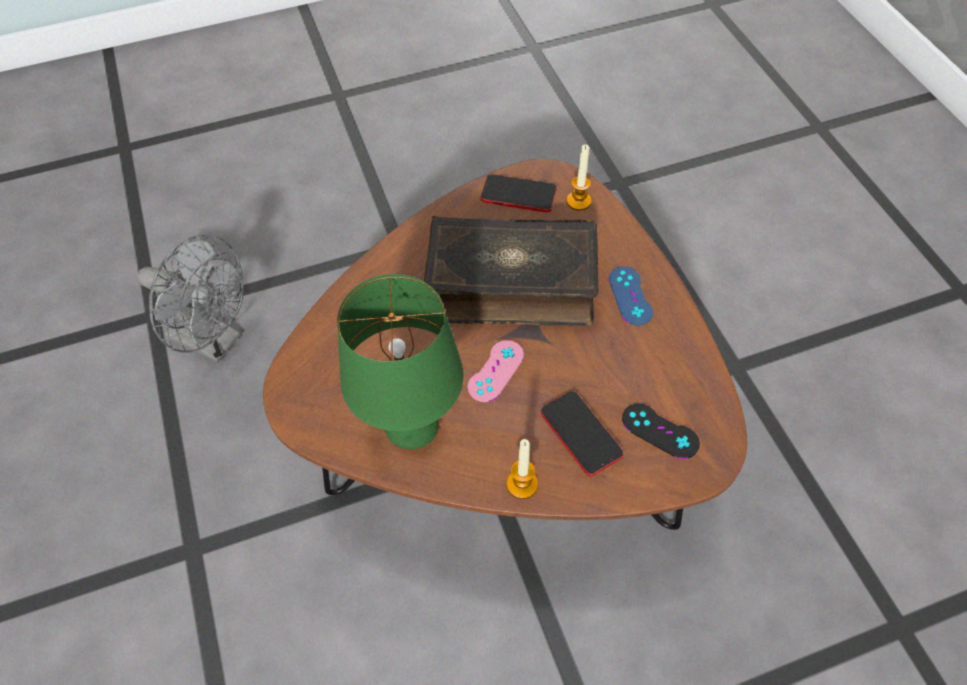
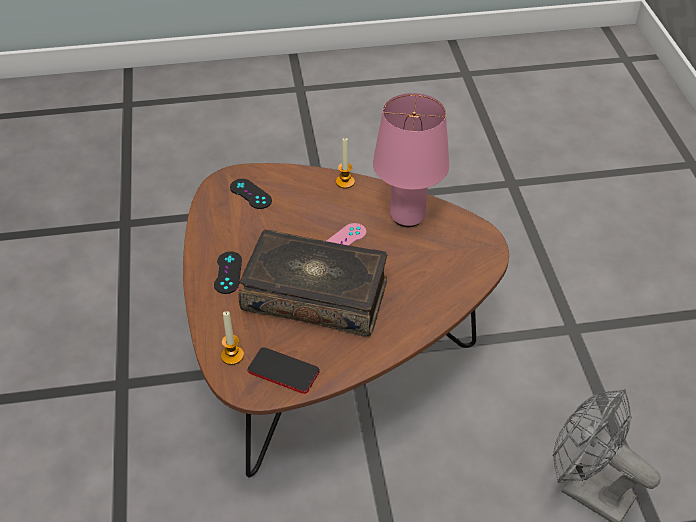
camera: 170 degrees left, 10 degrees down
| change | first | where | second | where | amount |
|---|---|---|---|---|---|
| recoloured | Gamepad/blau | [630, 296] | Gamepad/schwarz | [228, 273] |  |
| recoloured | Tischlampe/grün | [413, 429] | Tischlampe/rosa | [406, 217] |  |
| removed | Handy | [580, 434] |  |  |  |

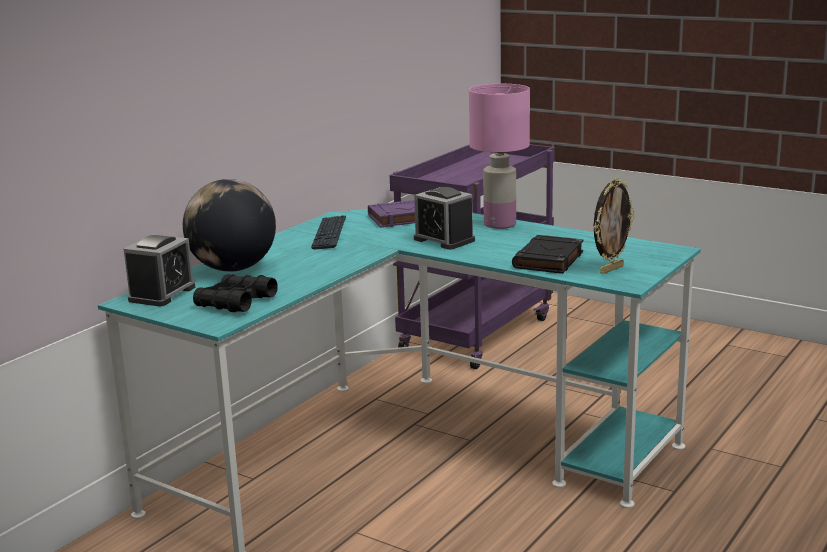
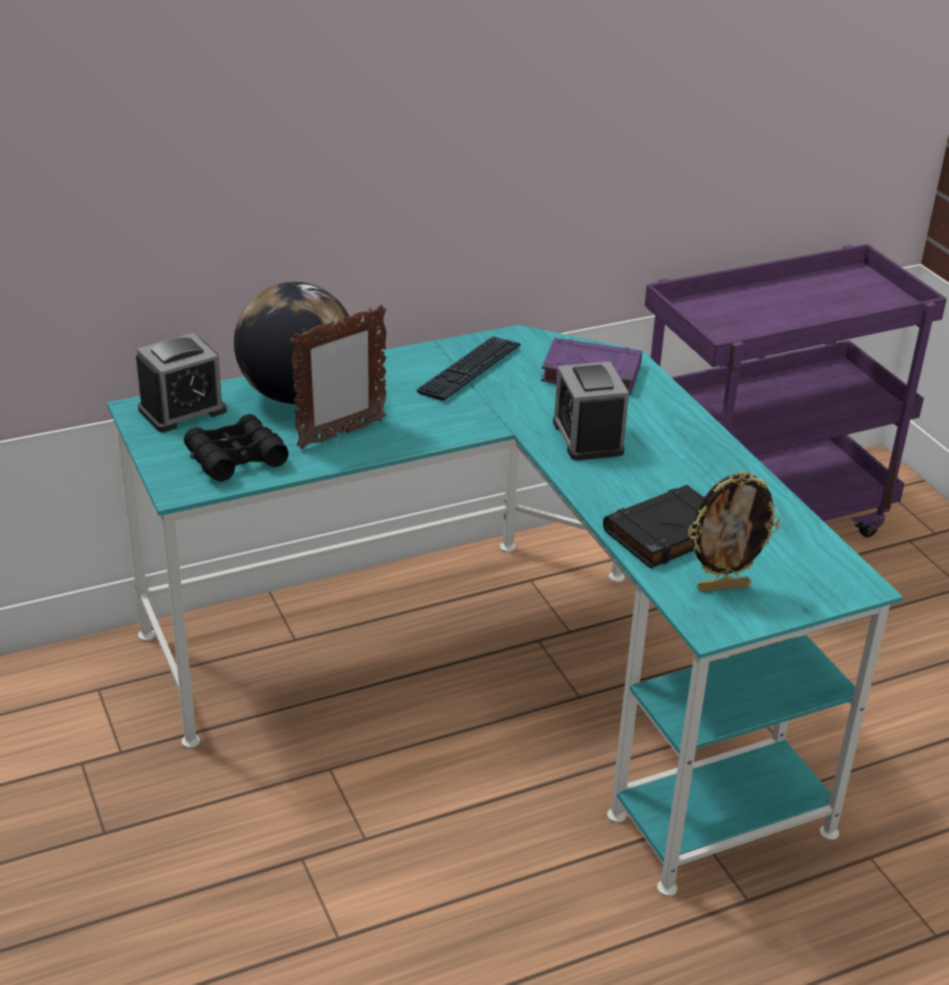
camera: 30 degrees right, 15 degrees up
| change | first | where | second | where | amount |
|---|---|---|---|---|---|
| removed | Tischlampe/rosa | [500, 225] |  |  |  |
| added |  |  | Bilderrahmen | [340, 434] |  |

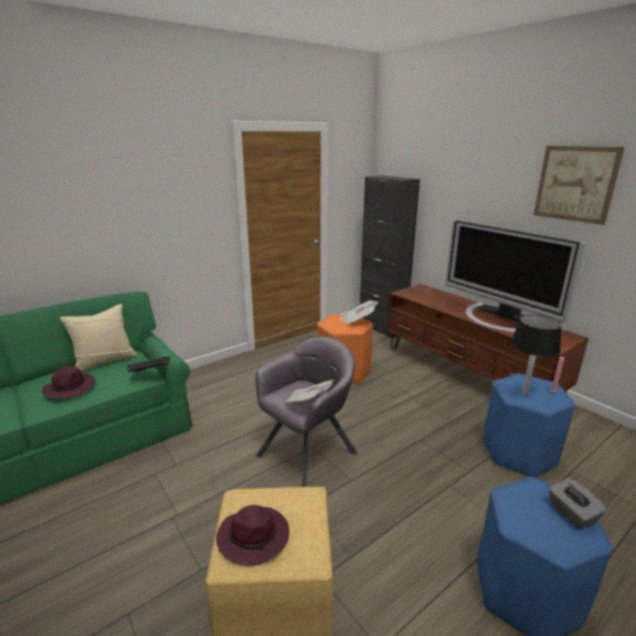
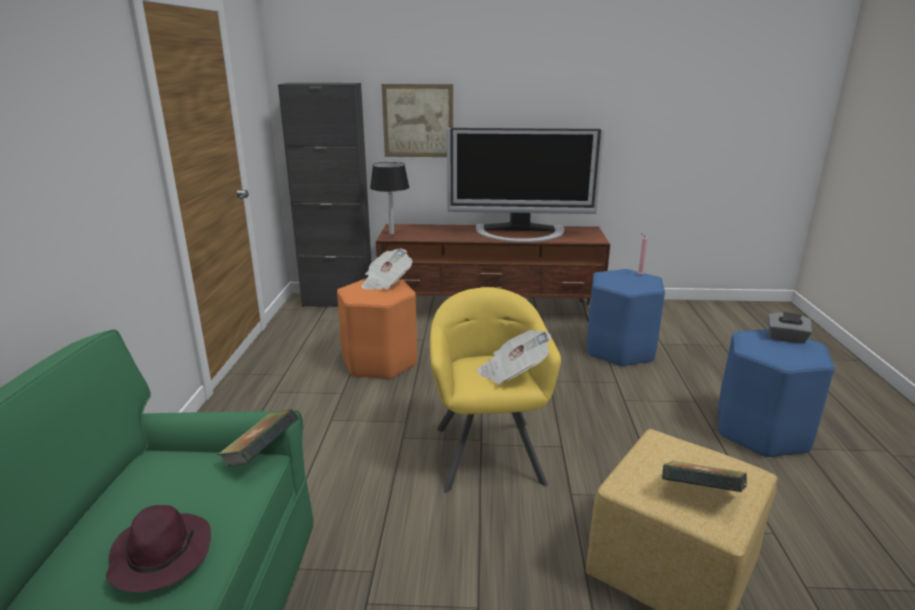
camera: 50 degrees left, 0 degrees up
| change | first | where | second | where | amount |
|---|---|---|---|---|---|
| moved | Bild | [575, 184] |  | [418, 121] |  |
| removed | Kissen/beige | [105, 361] |  |  |  |
| moved | Tischlampe/schwarz | [524, 394] |  | [391, 234] |  |
| recoloured | Sessel/grau | [308, 454] | Sessel/gelb | [489, 453] |  |
| replaced | Hut/lila | [254, 537] | Buch | [700, 495] |  |

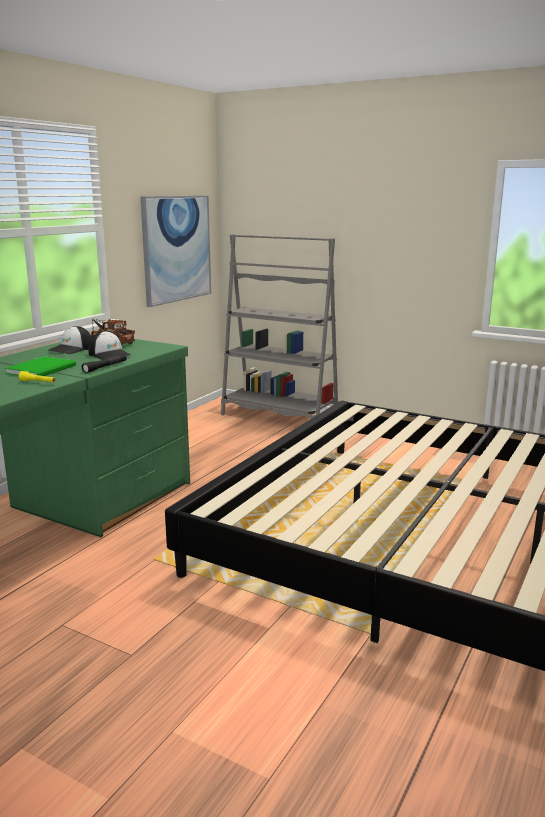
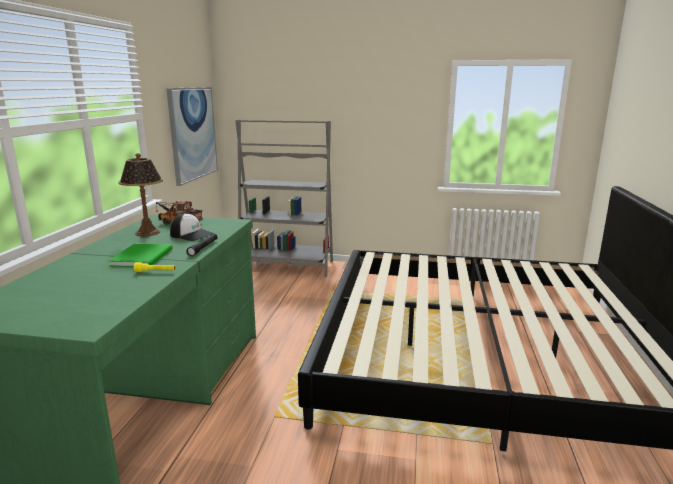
camera: 20 degrees left, 0 degrees up
| change | first | where | second | where | amount |
|---|---|---|---|---|---|
| replaced | Kappe | [72, 349] | Tischlampe | [147, 233] |  |

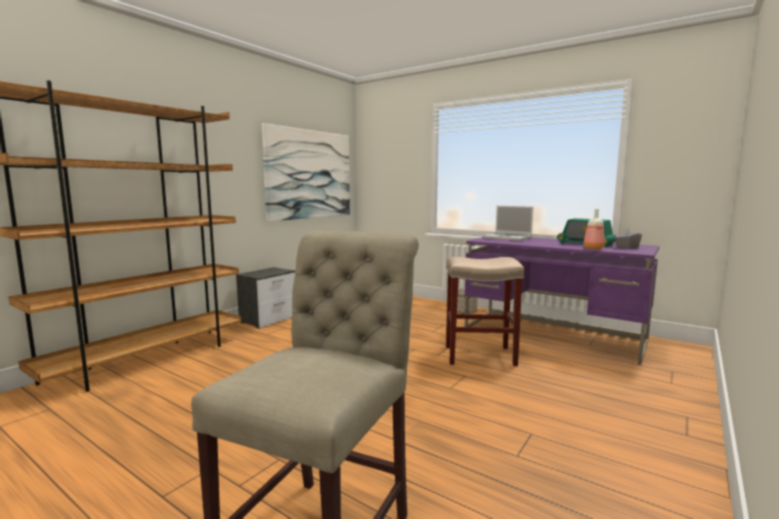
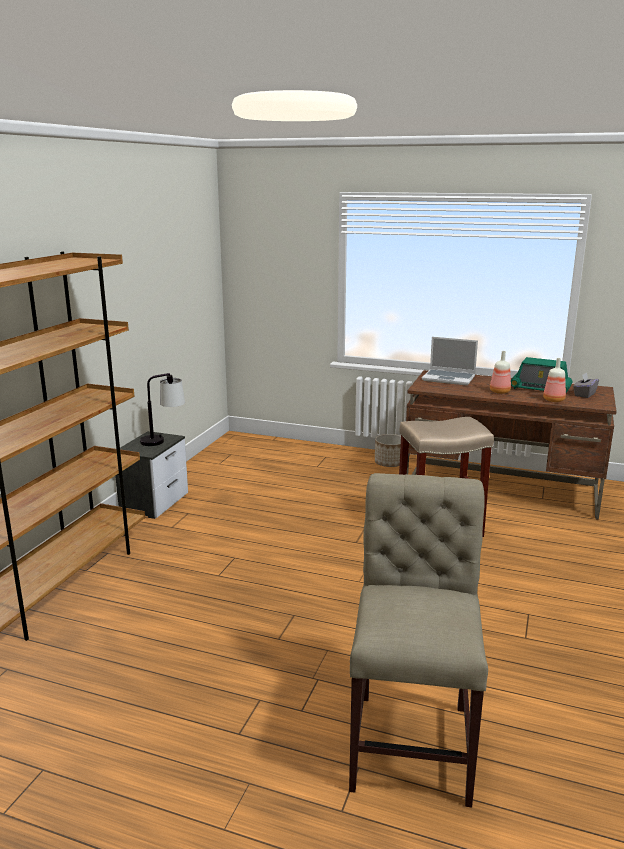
camera: 15 degrees left, 10 degrees up
| change | first | where | second | where | amount |
|---|---|---|---|---|---|
| removed | Bild | [309, 174] |  |  |  |
| recoloured | Schreibtisch/lila | [553, 335] | Schreibtisch/braun | [502, 489] |  |
| added |  |  | Flasche | [500, 392] |  |
| added |  |  | Tischlampe | [163, 440] |  |

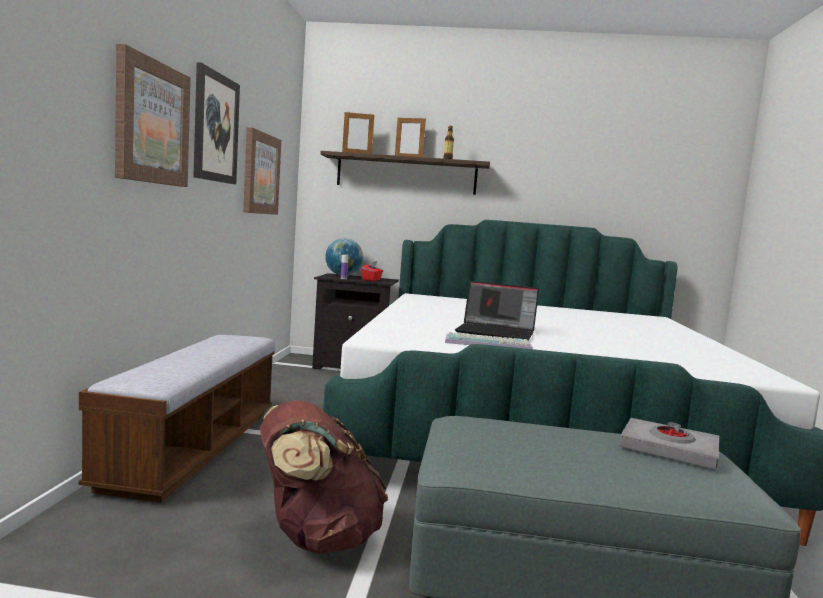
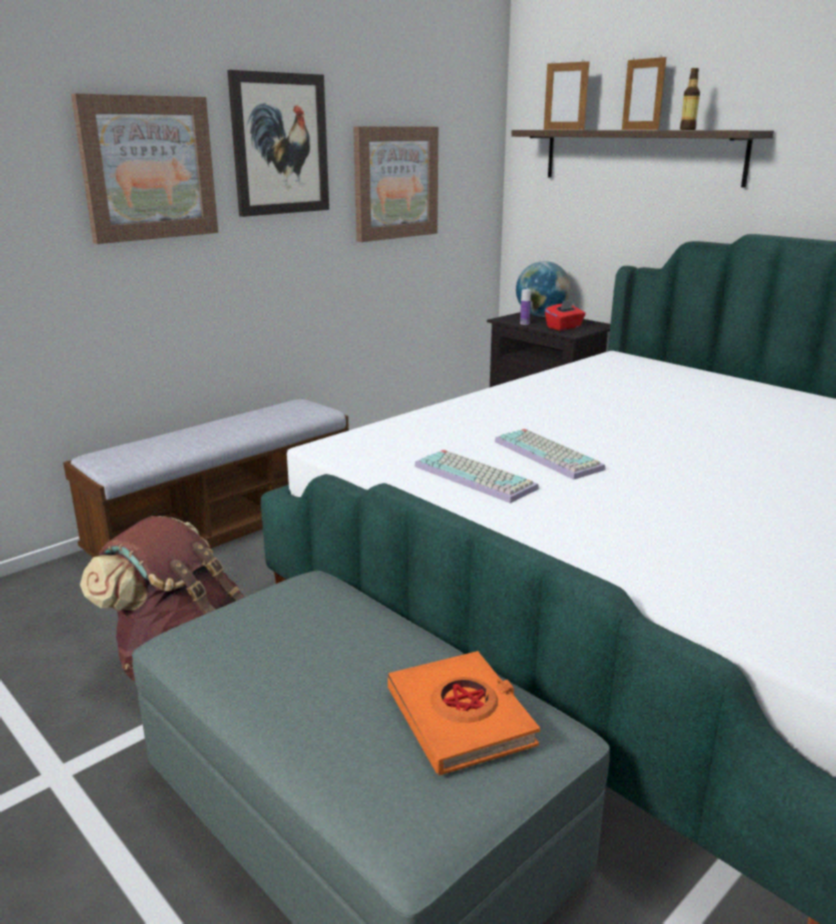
camera: 40 degrees right, 15 degrees up
| change | first | where | second | where | amount |
|---|---|---|---|---|---|
| replaced | Laptop | [496, 332] | Tastatur | [550, 455] |  |
| recoloured | Buch/grau | [669, 449] | Buch/orange | [461, 718] |  |

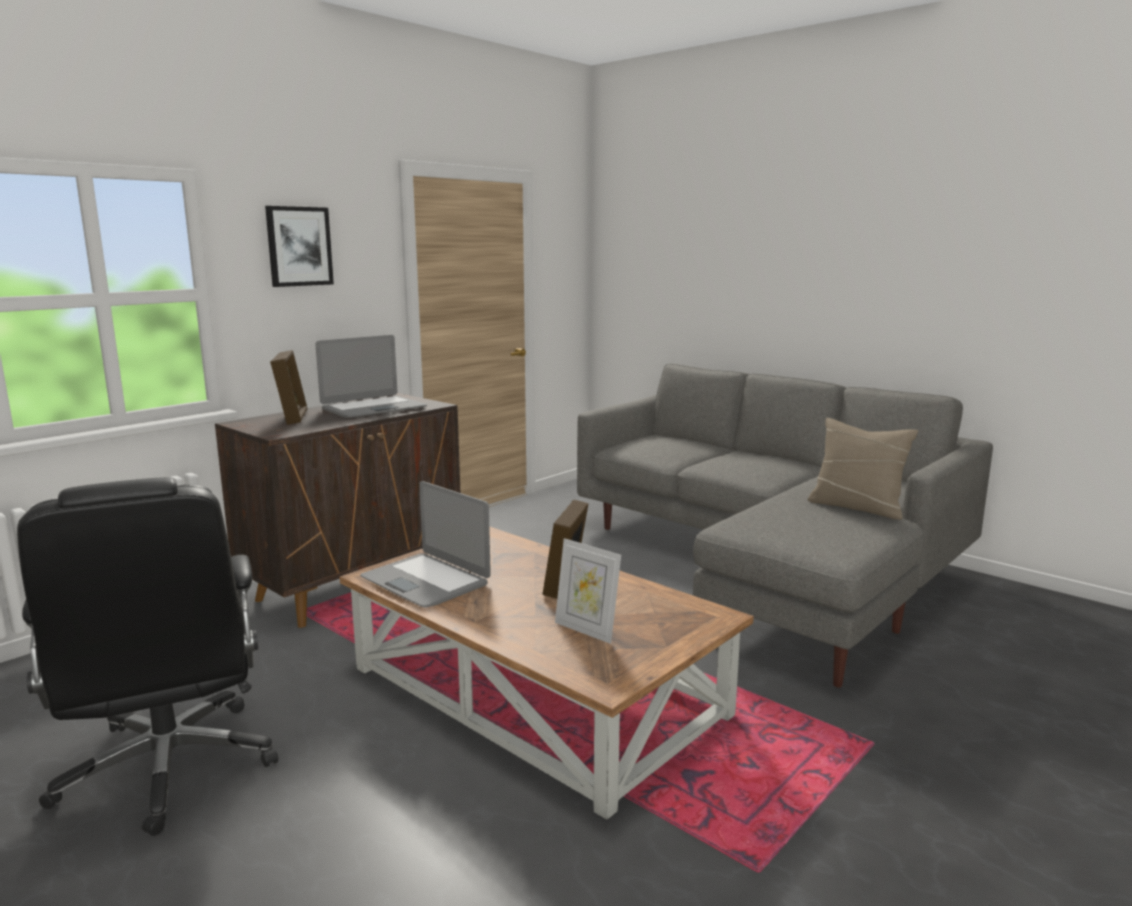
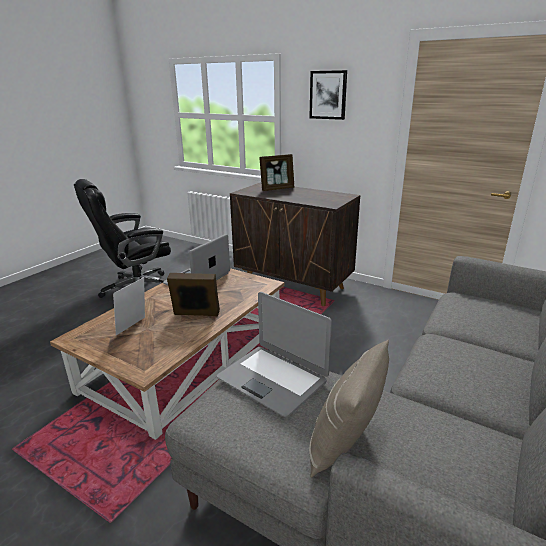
camera: 80 degrees right, 10 degrees up
| change | first | where | second | where | amount |
|---|---|---|---|---|---|
| moved | Laptop | [373, 408] |  | [273, 379] |  |

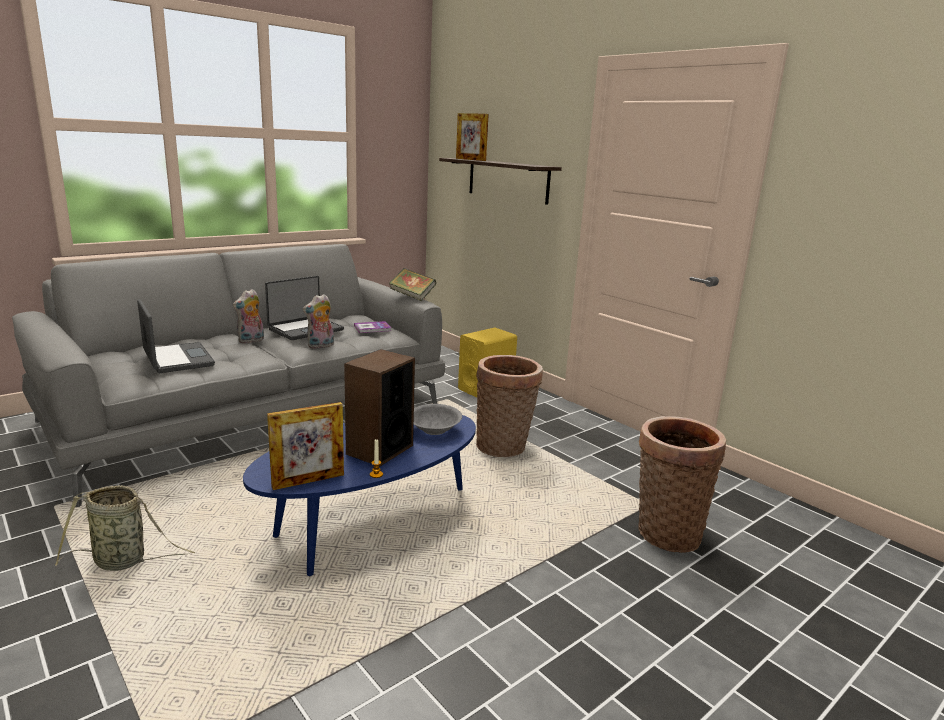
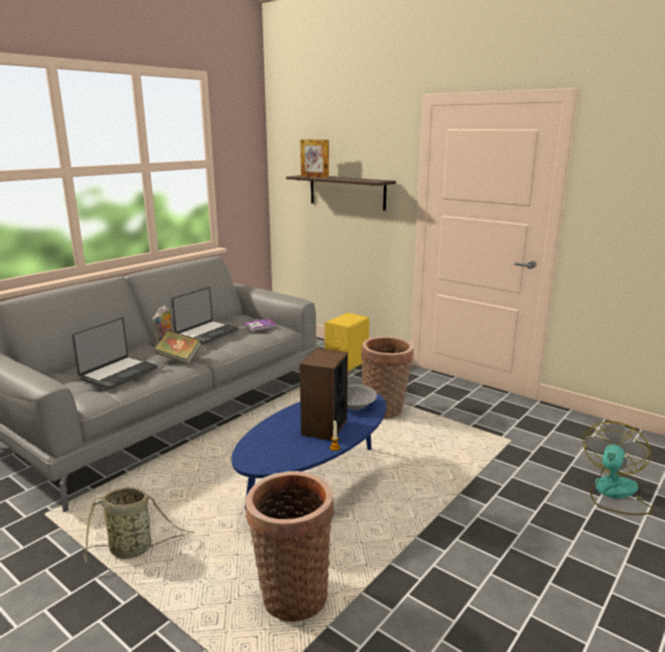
camera: 10 degrees left, 0 degrees up
| change | first | where | second | where | amount |
|---|---|---|---|---|---|
| moved | Buch | [412, 296] |  | [179, 358] |  |
| removed | Plüschtier | [320, 346] |  |  |  |
| turned | Laptop | [176, 359] |  | [118, 373] | 75 degrees clockwise |
| removed | Bilderrahmen | [308, 481] |  |  |  |
| moved | Korb | [666, 531] |  | [292, 593] |  |
| added |  |  | Ventilator | [614, 493] |  |

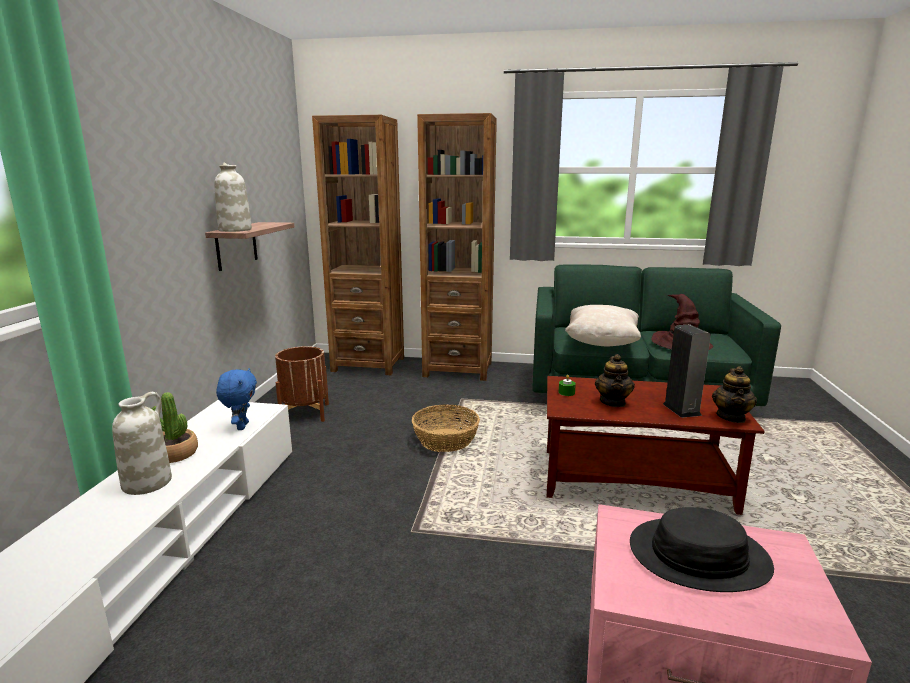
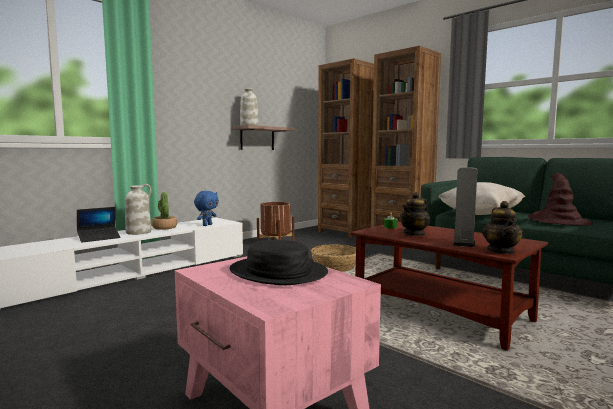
camera: 35 degrees right, 10 degrees down
| change | first | where | second | where | amount |
|---|---|---|---|---|---|
| turned | Teekanne | [731, 417] |  | [501, 251] | 45 degrees counterclockwise |
| added |  |  | Laptop | [99, 238] |  |

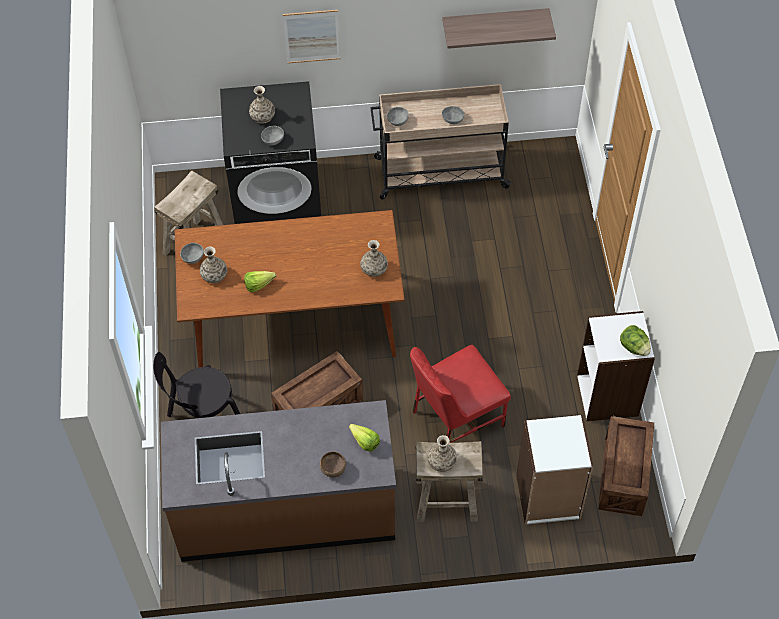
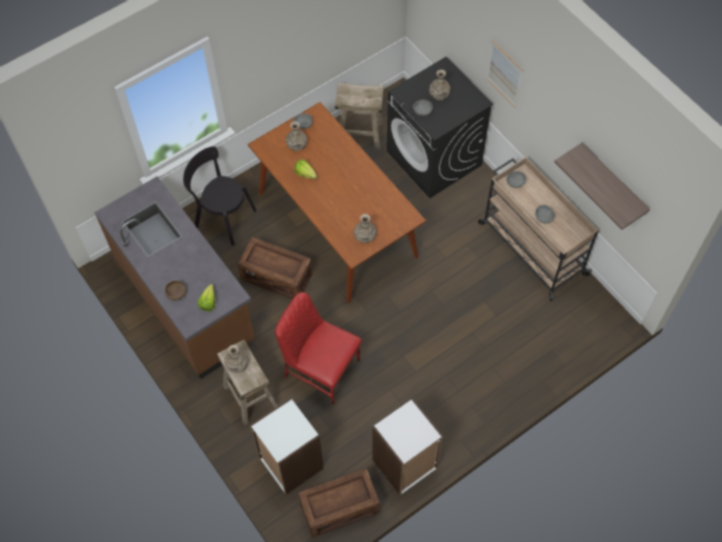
camera: 60 degrees right, 5 degrees up
| change | first | where | second | where | amount |
|---|---|---|---|---|---|
| removed | Salatkopf | [634, 347] |  |  |  |

